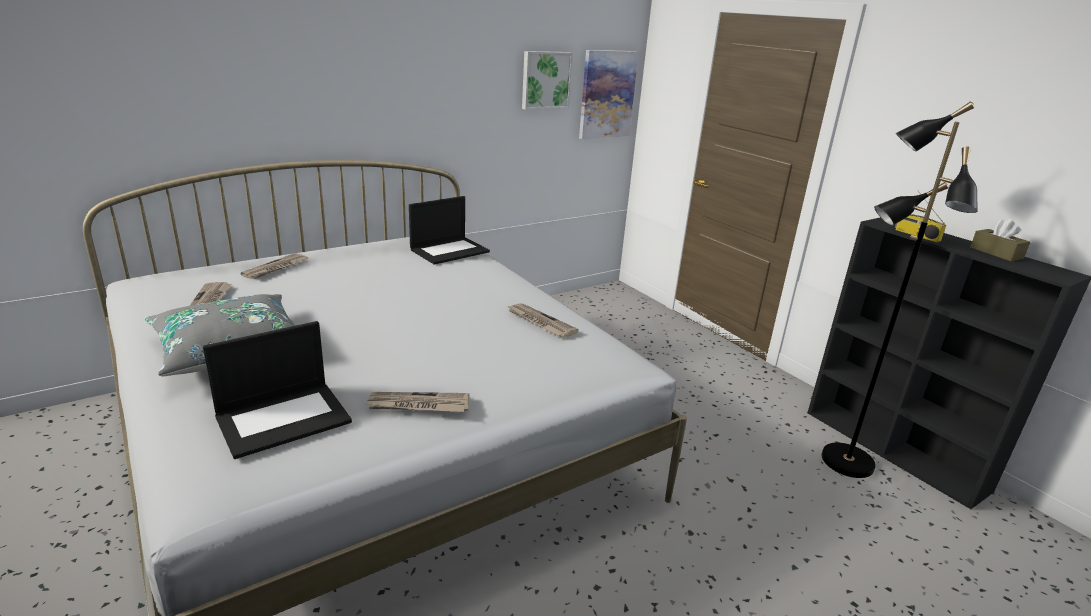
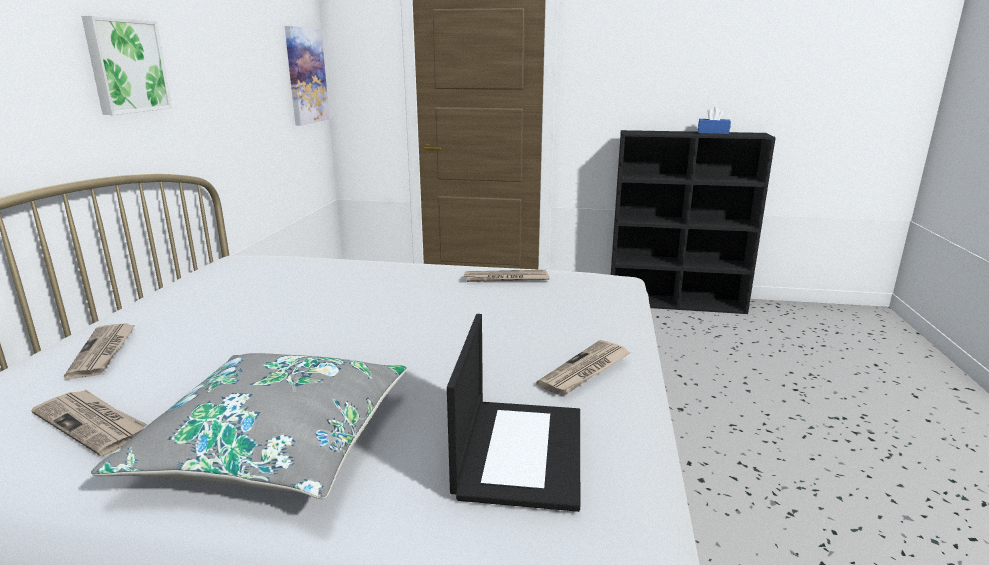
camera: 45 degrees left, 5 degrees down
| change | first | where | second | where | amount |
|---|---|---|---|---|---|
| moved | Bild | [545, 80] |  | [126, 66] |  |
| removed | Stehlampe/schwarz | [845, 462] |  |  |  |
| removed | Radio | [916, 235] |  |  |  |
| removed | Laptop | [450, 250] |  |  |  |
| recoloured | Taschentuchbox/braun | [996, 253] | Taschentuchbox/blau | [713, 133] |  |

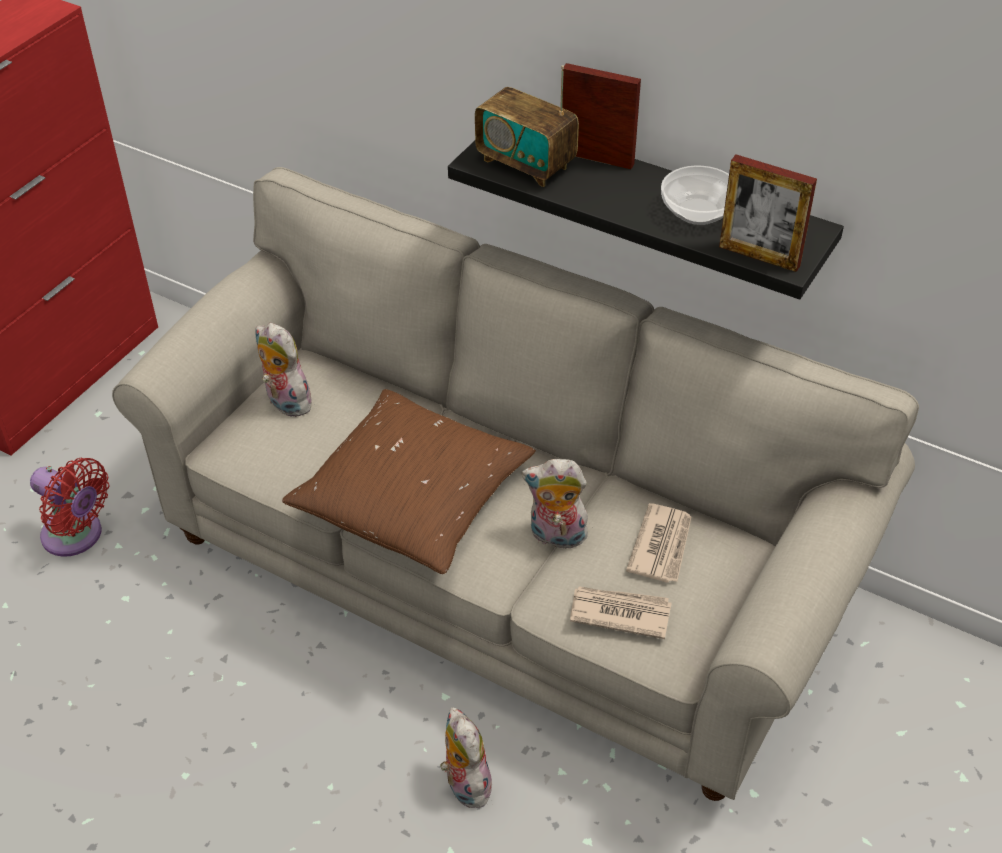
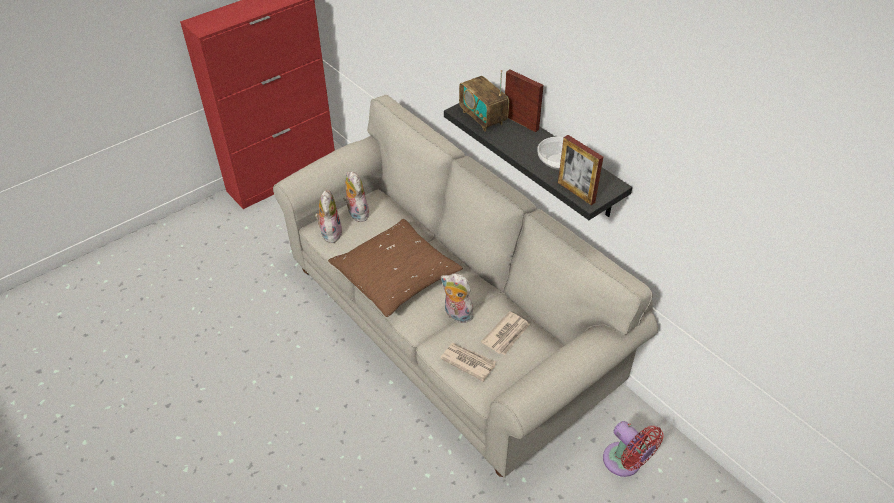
camera: 20 degrees right, 0 degrees up
| change | first | where | second | where | amount |
|---|---|---|---|---|---|
| moved | Ventilator/rot | [76, 536] |  | [625, 463] |  |
| moved | Plüschtier | [464, 784] |  | [330, 233] |  |

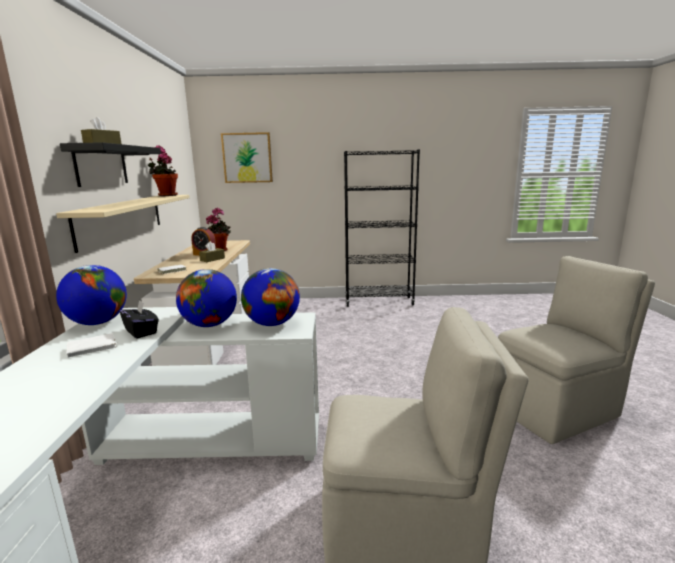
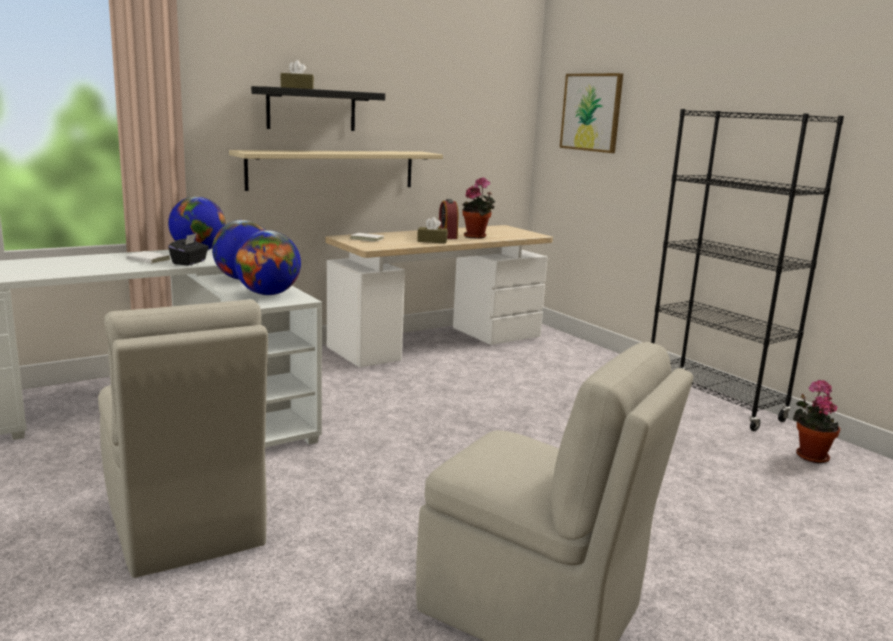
camera: 55 degrees right, 0 degrees up
| change | first | where | second | where | amount |
|---|---|---|---|---|---|
| moved | Topfpflanze | [166, 195] |  | [809, 455] |  |

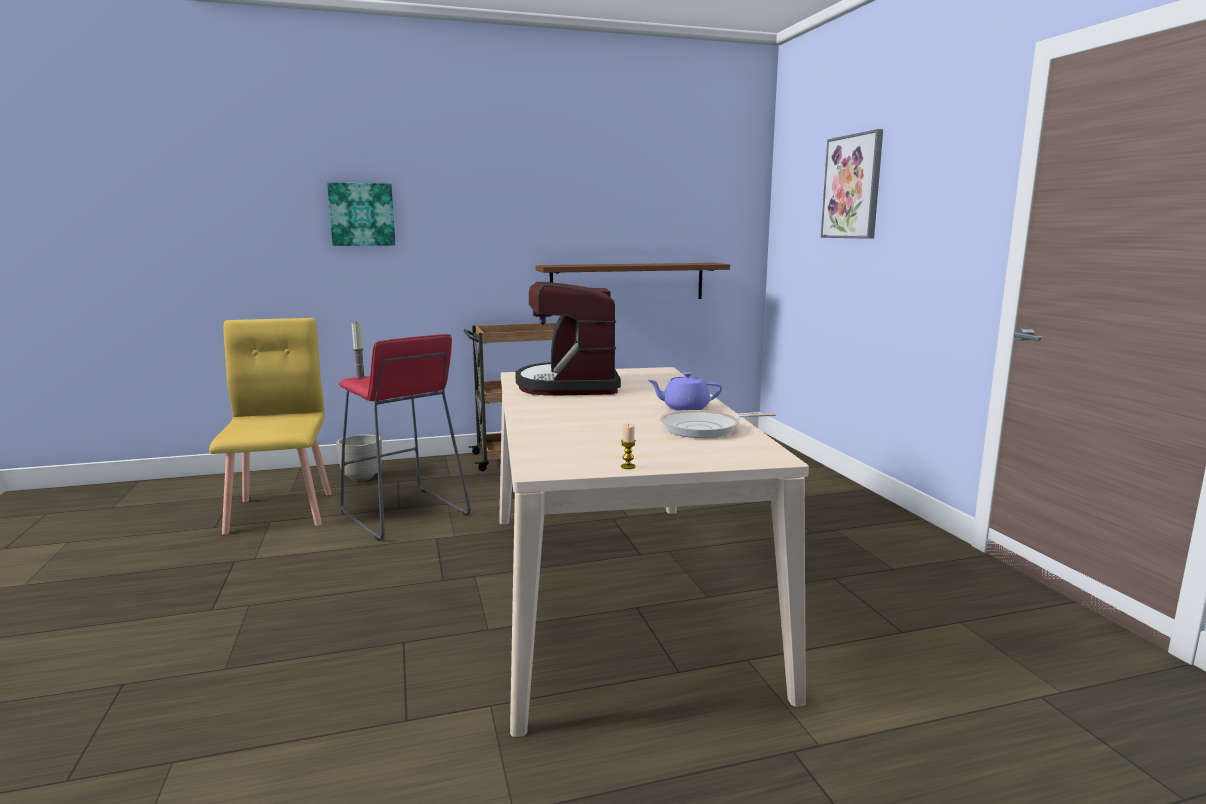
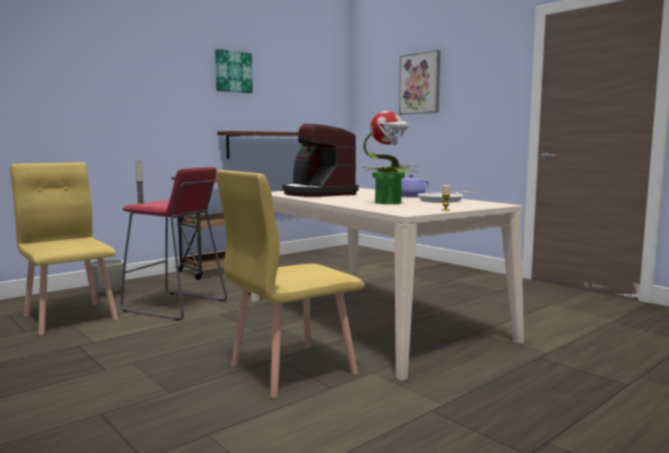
camera: 25 degrees left, 5 degrees down
| change | first | where | second | where | amount |
|---|---|---|---|---|---|
| moved | Bild | [362, 214] |  | [233, 72] |  |
| added |  |  | Topfpflanze | [389, 202] |  |
| added |  |  | Stuhl/gelb | [291, 369] |  |

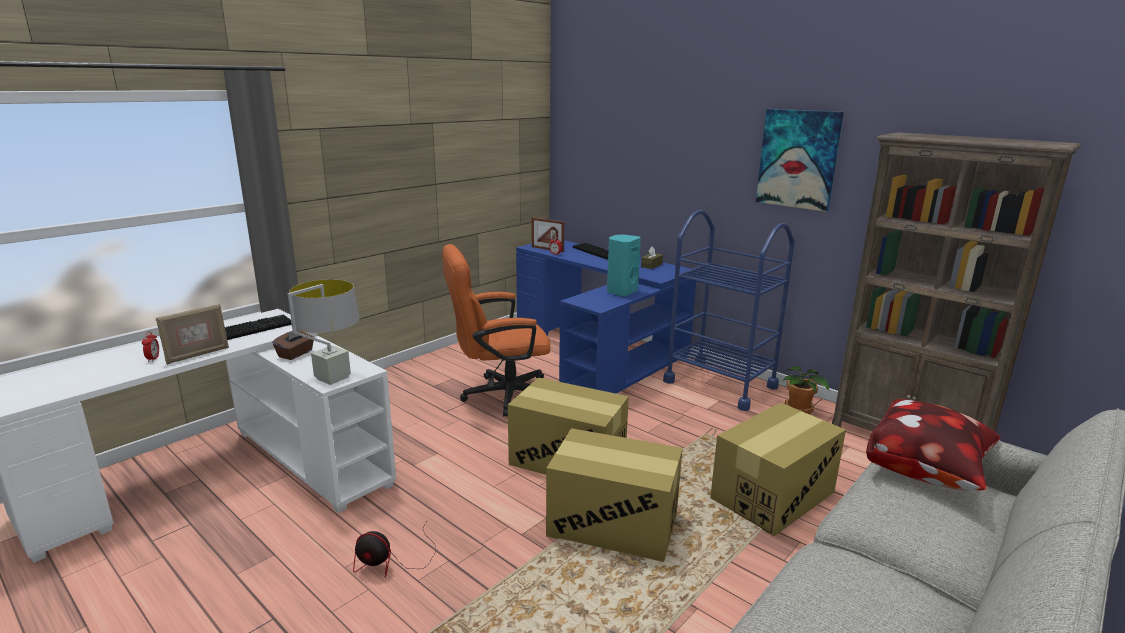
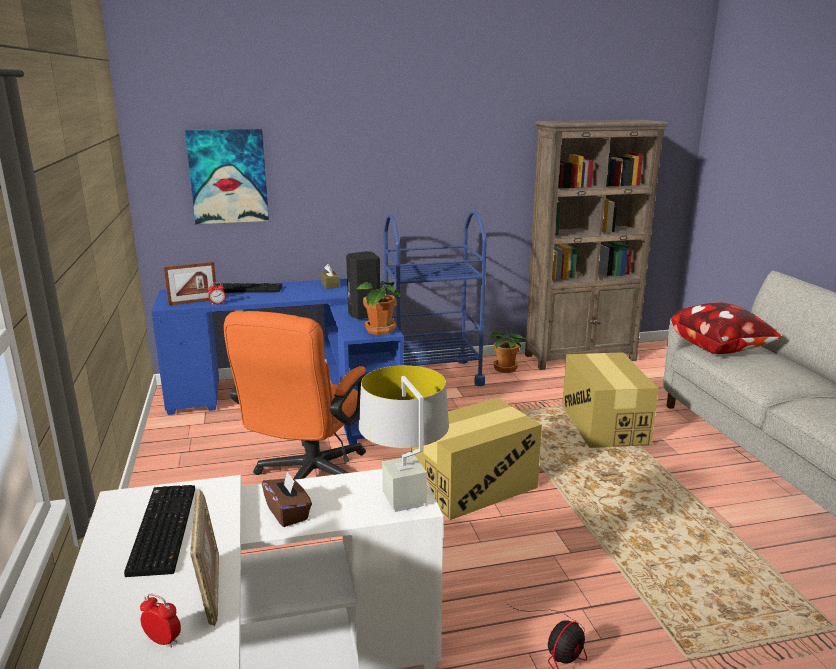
camera: 55 degrees left, 0 degrees up
| change | first | where | second | where | amount |
|---|---|---|---|---|---|
| moved | Bild | [798, 159] |  | [228, 176] |  |
| recoloured | Lautsprecher/türkis | [621, 292] | Lautsprecher/schwarz | [363, 315] |  |
| removed | Karton | [612, 524] |  |  |  |
| added |  |  | Topfpflanze | [379, 330] |  |

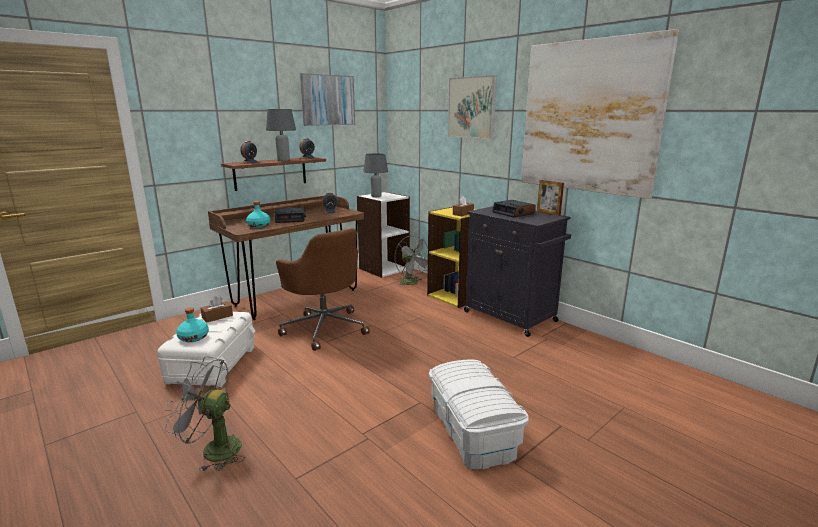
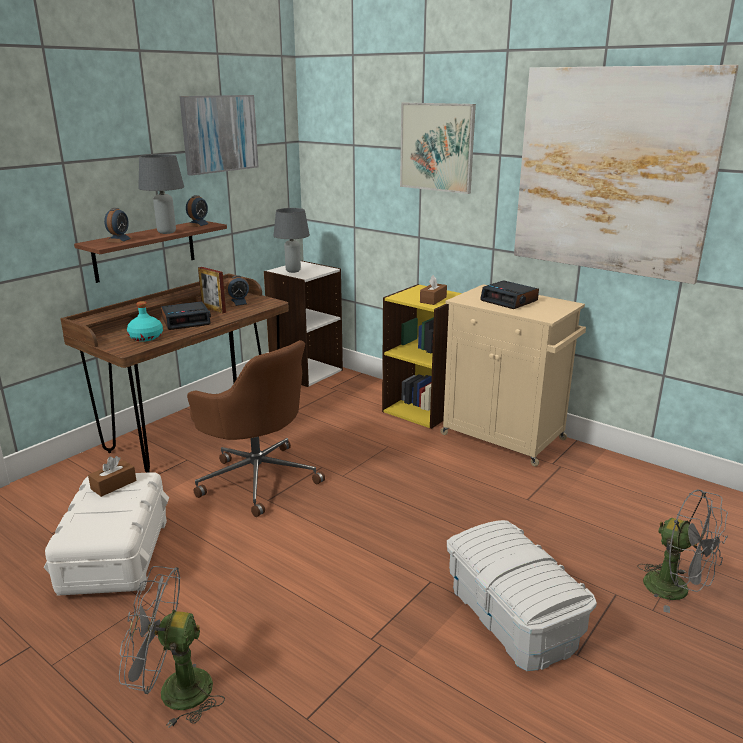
camera: 10 degrees left, 5 degrees up
| change | first | where | second | where | amount |
|---|---|---|---|---|---|
| moved | Bilderrahmen | [548, 213] |  | [214, 309] |  |
| recoloured | Schrank/schwarz | [511, 317] | Schrank/beige | [505, 438] |  |
| moved | Ventilator/grau | [412, 283] |  | [676, 590] |  |
| removed | Flasche/türkis | [193, 337] |  |  |  |

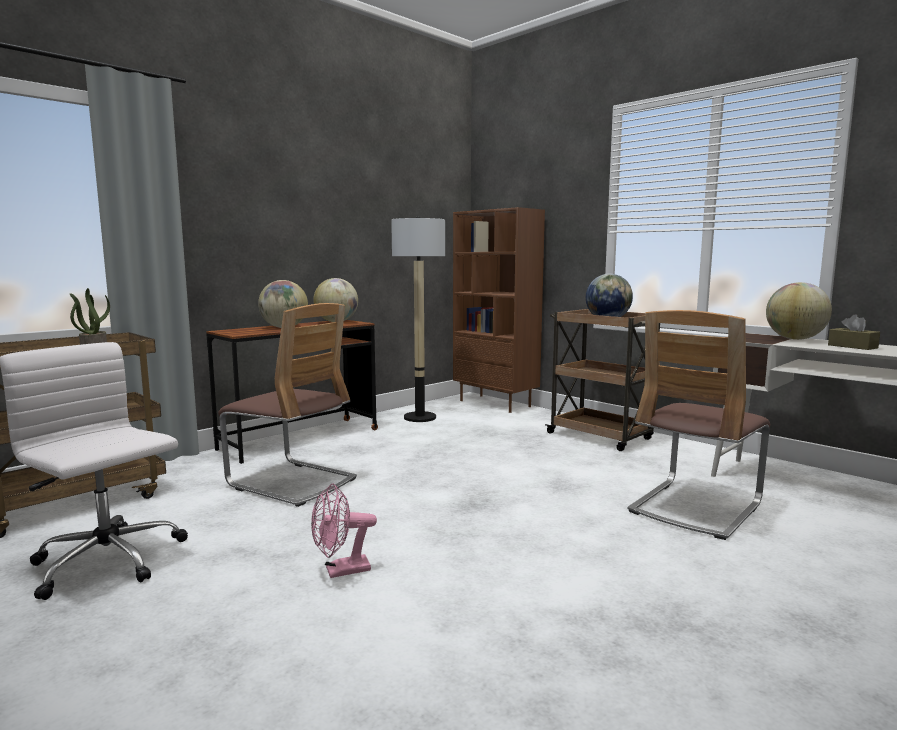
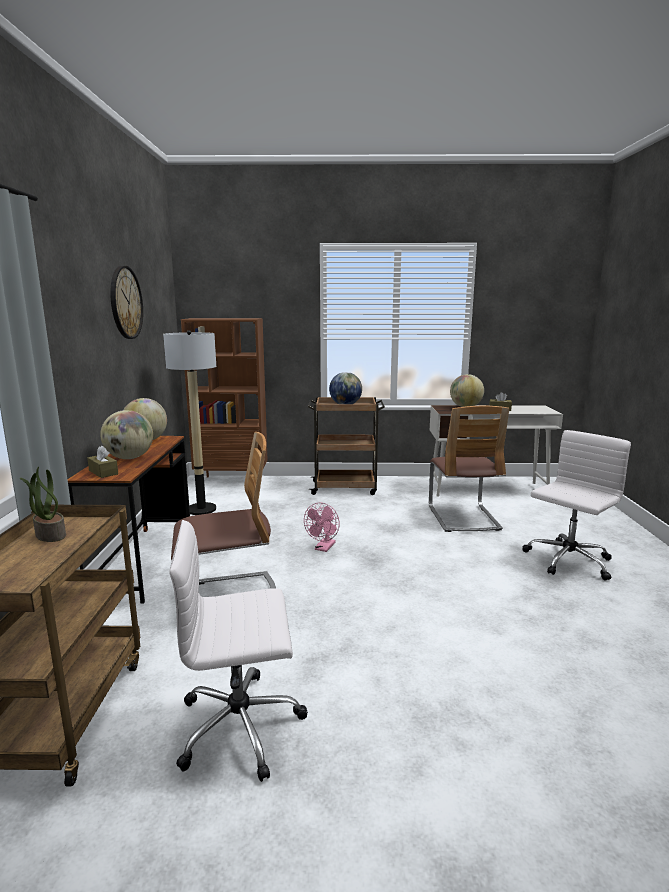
camera: 45 degrees left, 5 degrees up
| change | first | where | second | where | amount |
|---|---|---|---|---|---|
| moved | Ventilator/rosa | [341, 571] |  | [323, 548] |  |
| added |  |  | Wanduhr | [125, 302] |  |
| added |  |  | Bürostuhl/weiß | [567, 561] |  |
| added |  |  | Taschentuchbox/braun | [103, 472] |  |

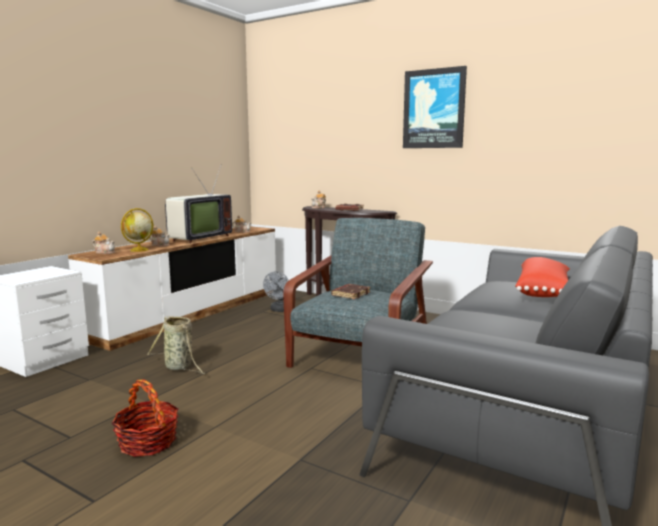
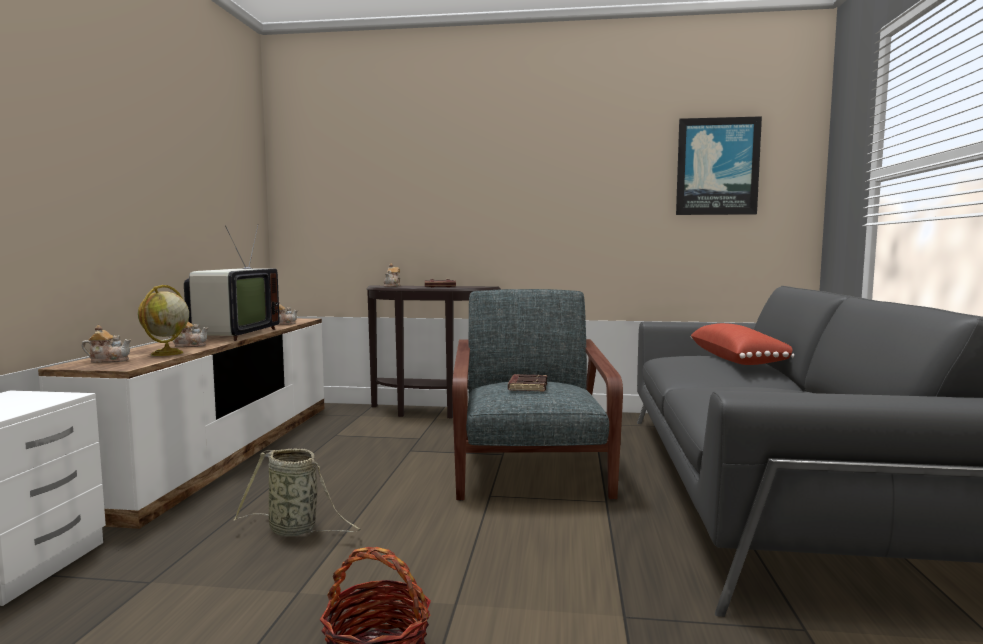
camera: 25 degrees left, 5 degrees down
| change | first | where | second | where | amount |
|---|---|---|---|---|---|
| moved | Bild | [434, 109] |  | [717, 167] |  |
| removed | Ventilator/grau | [279, 310] |  |  |  |

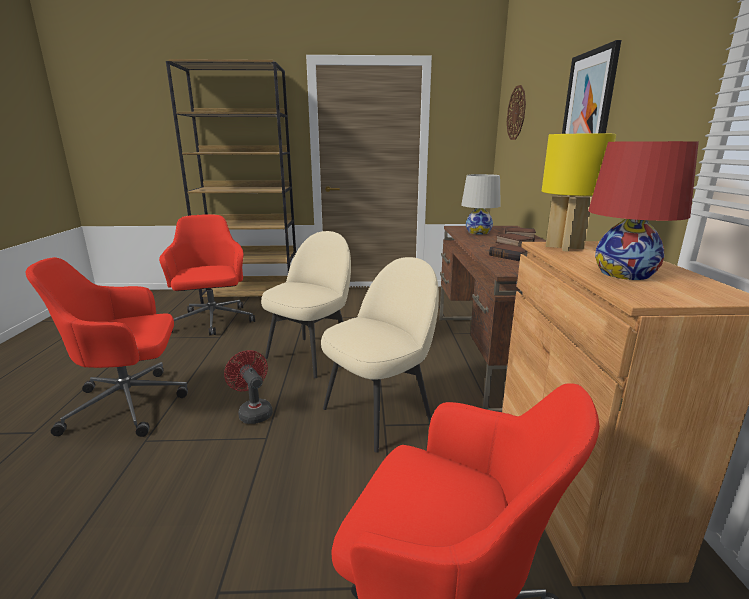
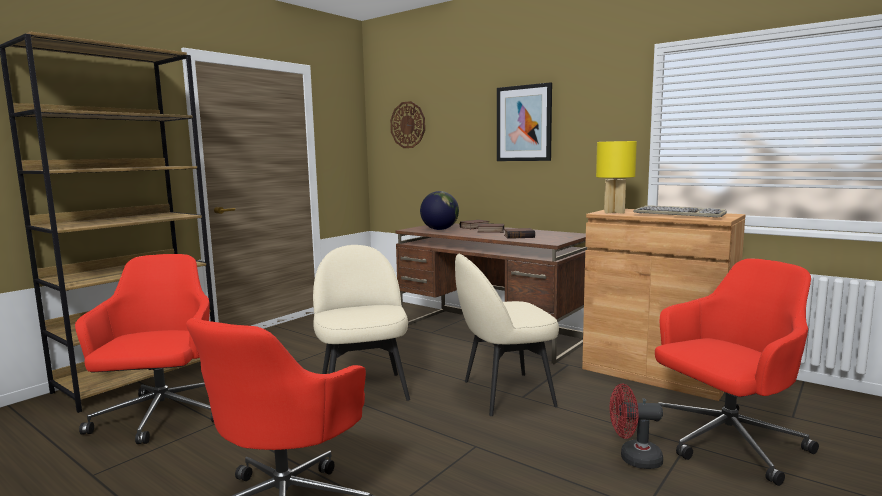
camera: 50 degrees left, 10 degrees down
| change | first | where | second | where | amount |
|---|---|---|---|---|---|
| replaced | Tischlampe/rot | [625, 273] | Tastatur | [680, 215] |  |
| replaced | Tischlampe/weiß | [478, 232] | Globus | [439, 229] |  |
| turned | Bürostuhl/rot | [213, 322] |  | [161, 417] | 60 degrees clockwise |
| turned | Stuhl/beige | [379, 413] |  | [505, 393] | 105 degrees counterclockwise |
| moved | Ventilator/rot | [253, 411] |  | [634, 459] |  |

